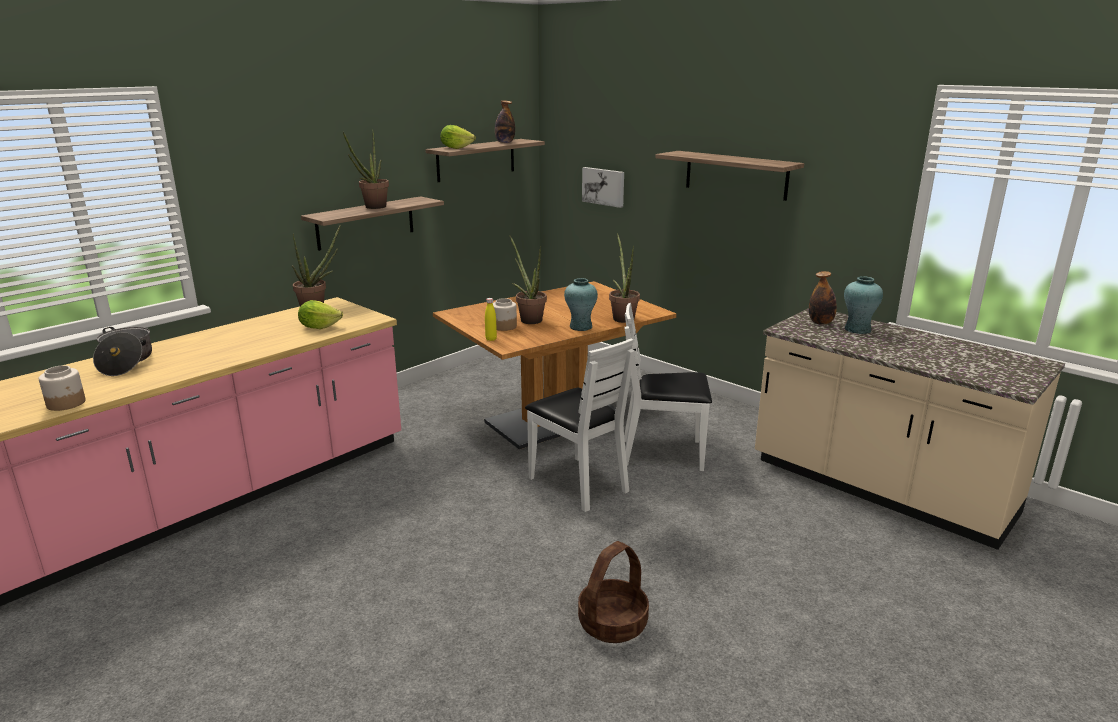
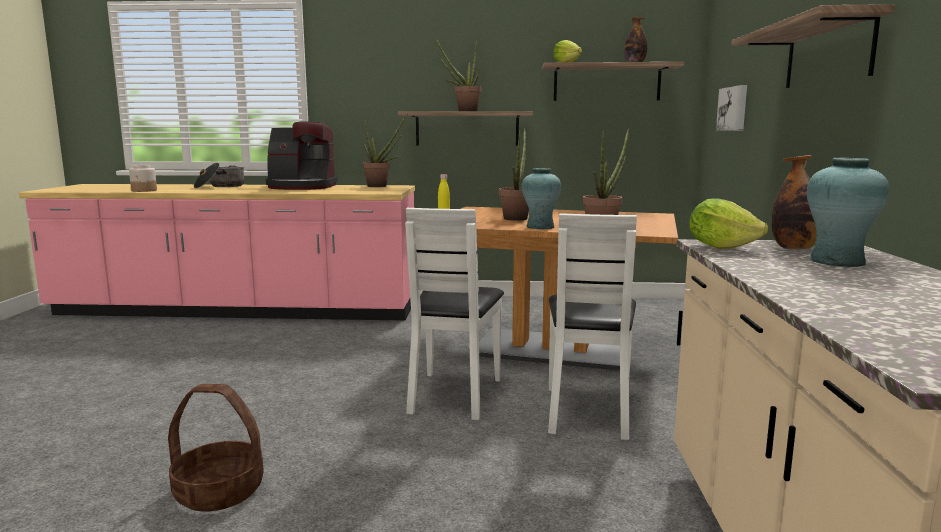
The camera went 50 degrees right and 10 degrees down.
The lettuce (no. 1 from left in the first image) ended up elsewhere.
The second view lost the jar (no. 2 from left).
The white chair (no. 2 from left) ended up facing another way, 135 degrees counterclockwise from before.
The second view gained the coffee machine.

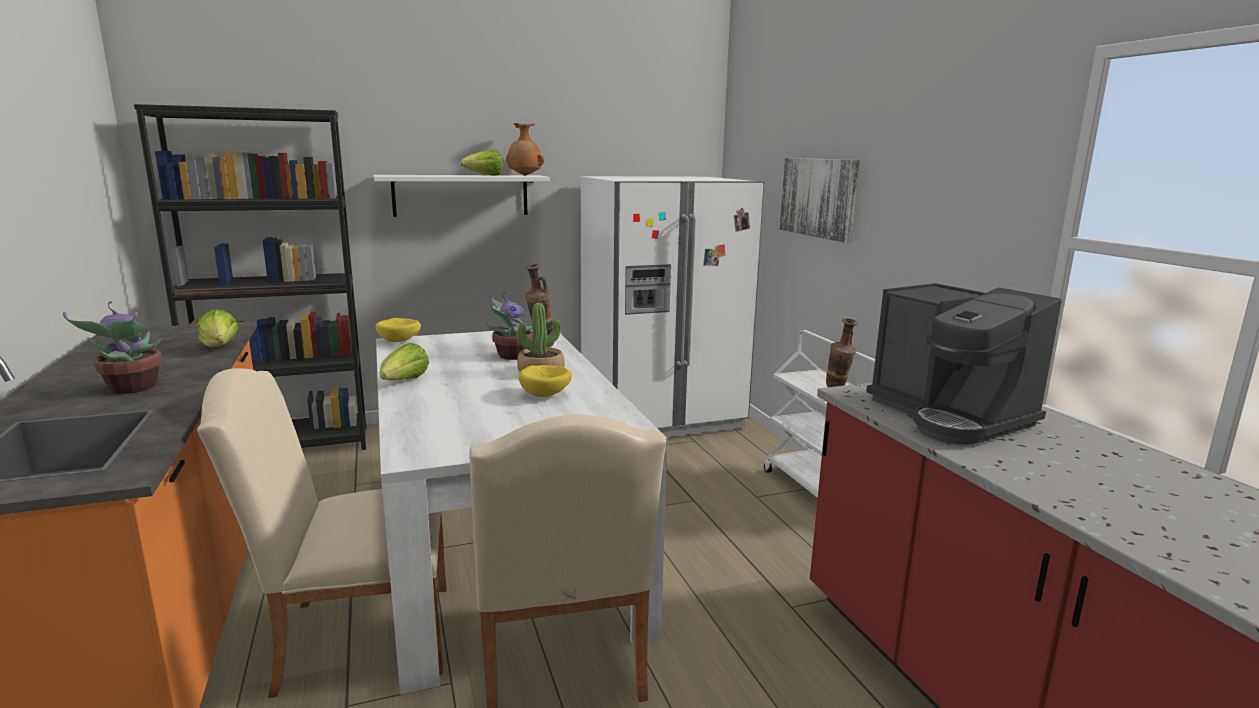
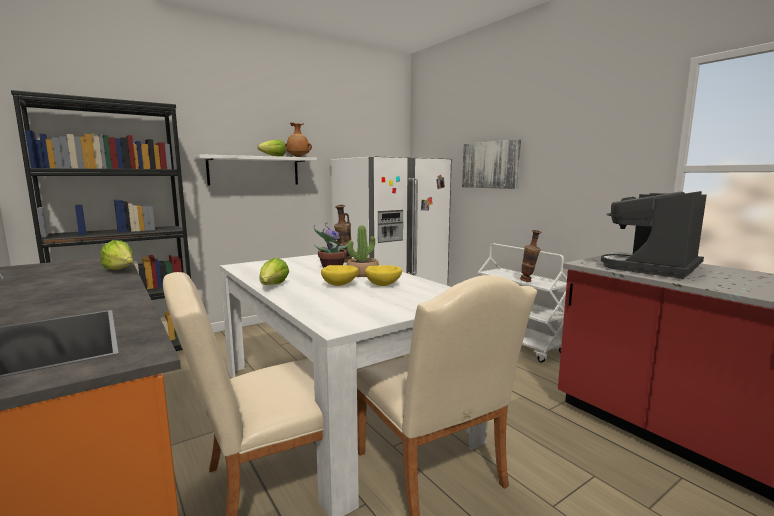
The camera went 15 degrees left and 5 degrees down.
The second view lost the potted plant (no. 1 from left).
The yellow bowl (no. 1 from left) ended up elsewhere.
The coffee machine ended up facing another way, 90 degrees clockwise from before.

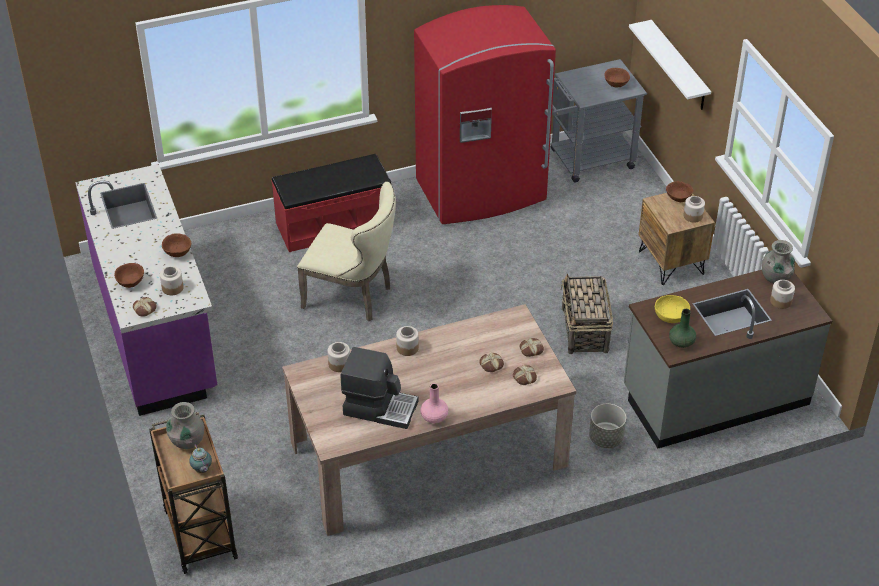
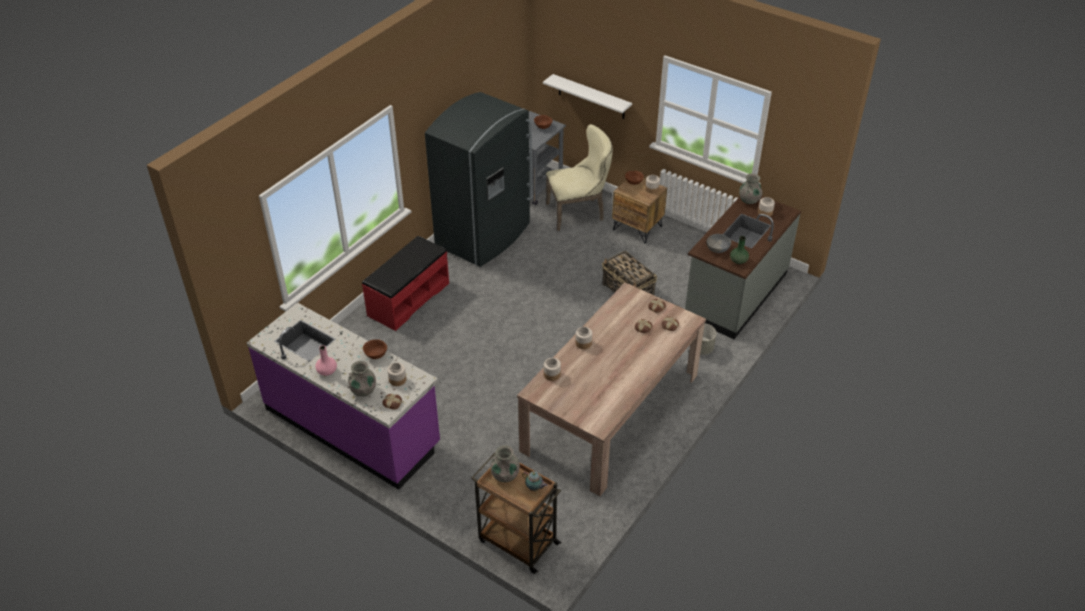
The camera went 35 degrees left and 0 degrees up.
Where the brown bowl (no. 1 from left) stood, the grey vase (no. 1 from left) came to stand.
The beige chair ended up elsewhere.
The second view lost the coffee machine.
What was the red fridge turned into the grey fridge.
The pink vase ended up elsewhere.
What was the yellow bowl turned into the grey bowl.

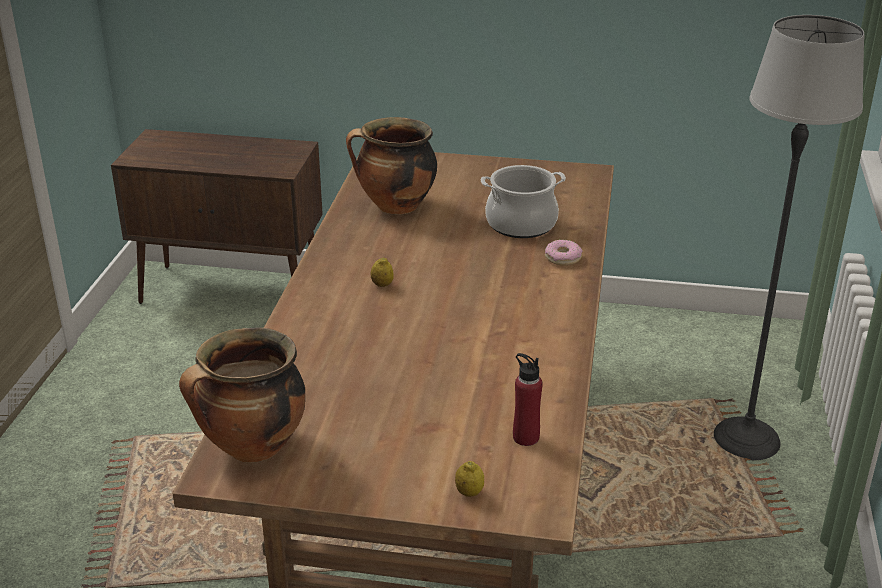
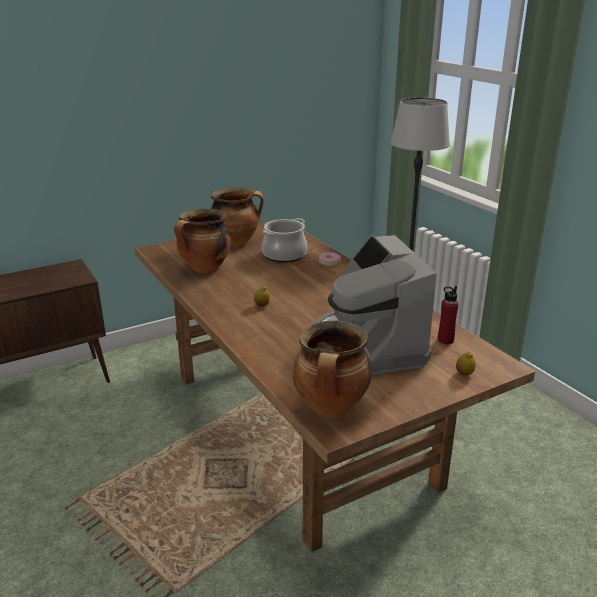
The camera went 40 degrees left and 5 degrees down.
The second view gained the cooking pot (no. 2 from left).
The second view gained the coffee machine.

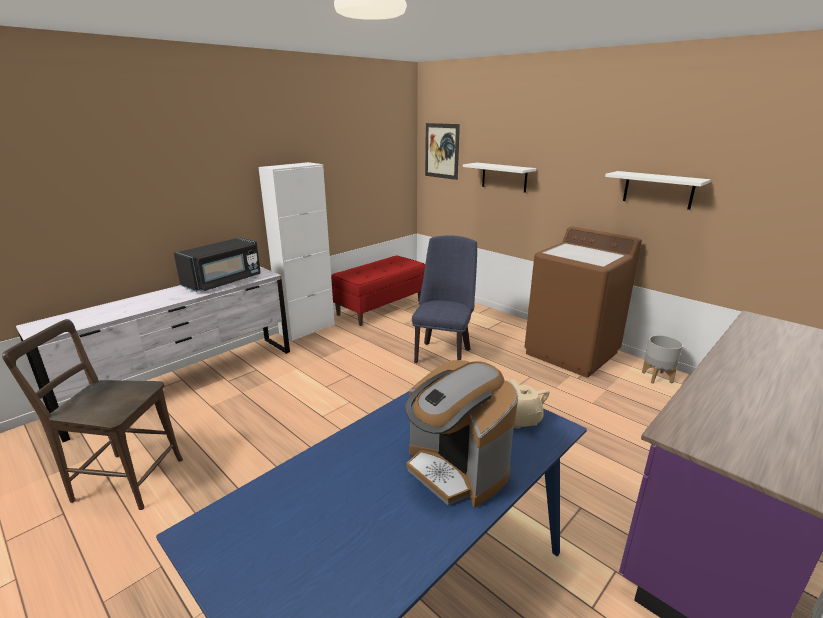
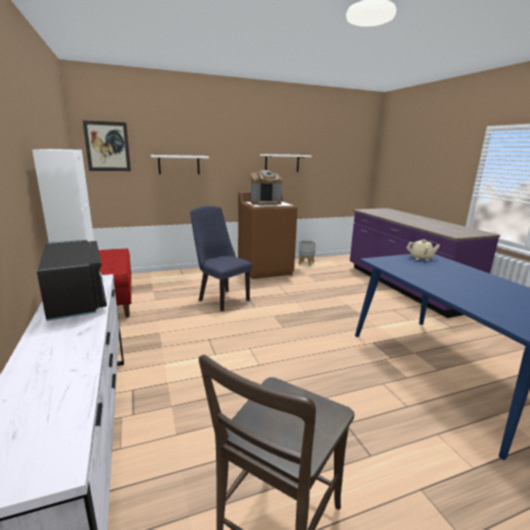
The camera went 65 degrees left and 5 degrees down.
The coffee machine ended up elsewhere.

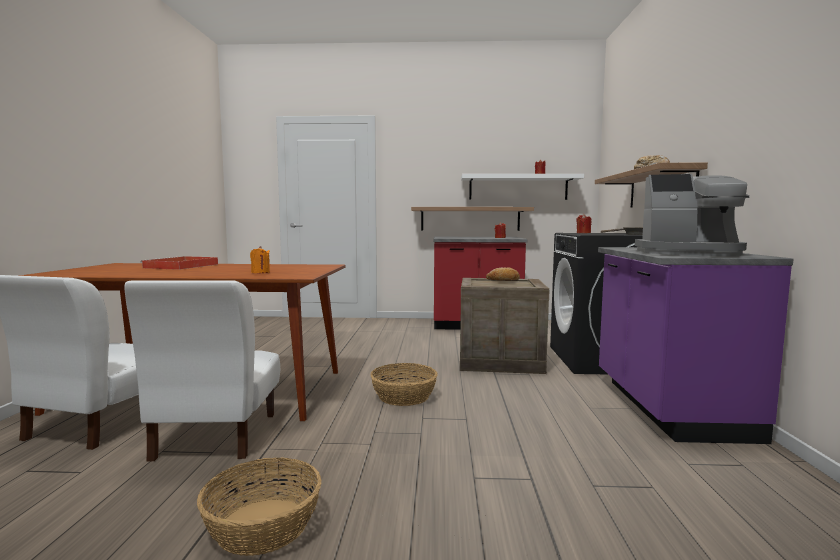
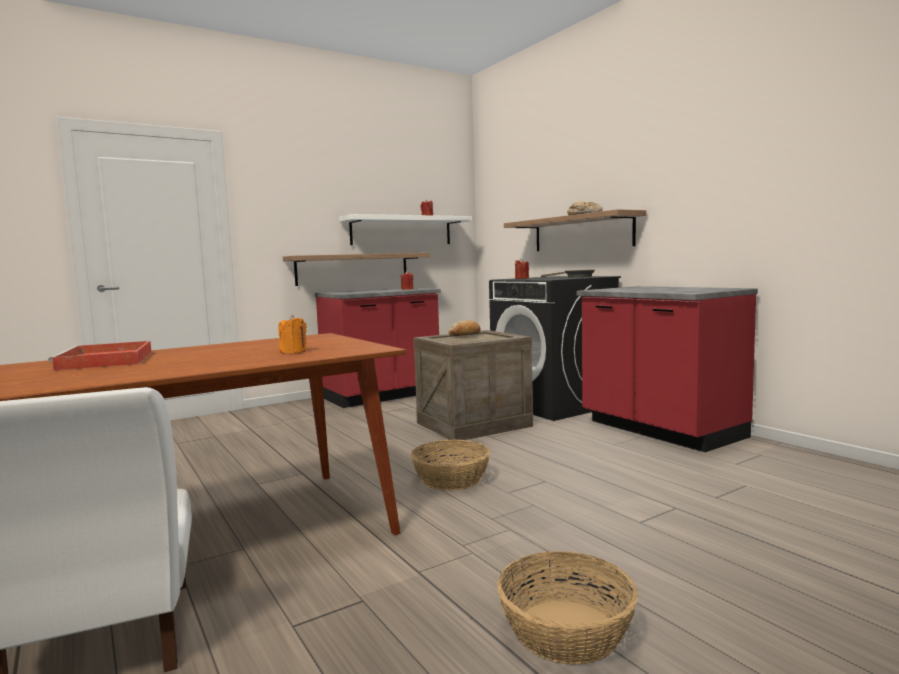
The camera went 35 degrees left and 0 degrees up.
The second view lost the white chair (no. 2 from left).
What was the purple counter turned into the red counter (no. 2 from left).
The second view lost the coffee machine.

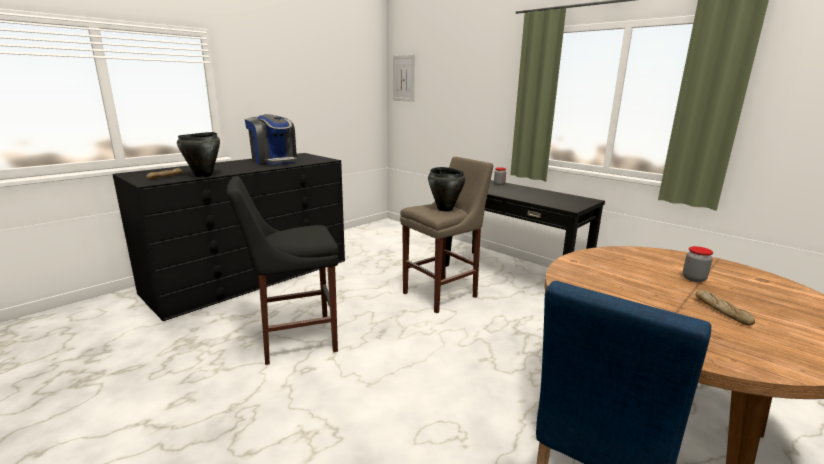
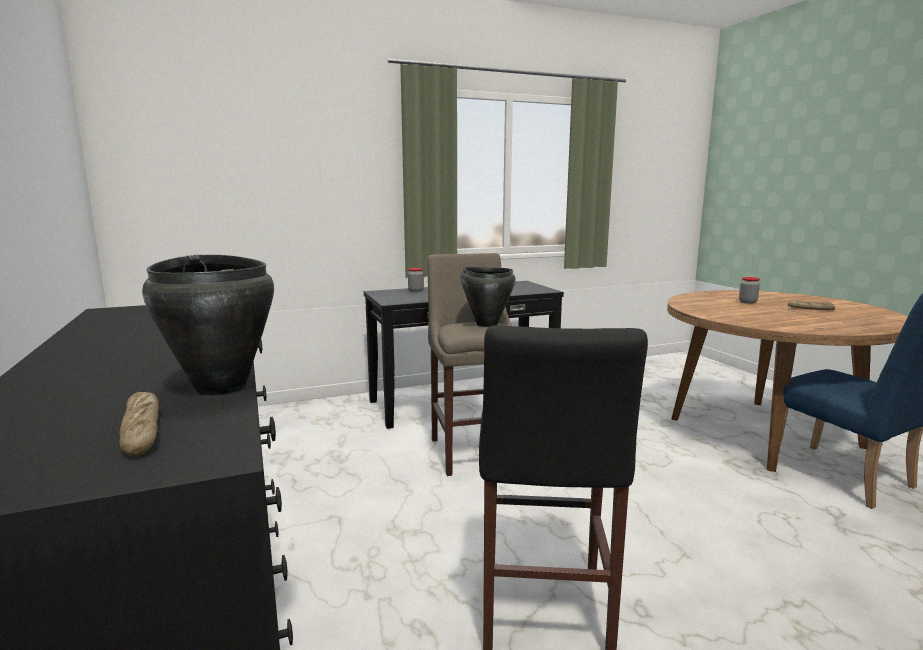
The camera went 65 degrees left and 5 degrees down.
The second view lost the coffee machine.
The second view lost the picture.

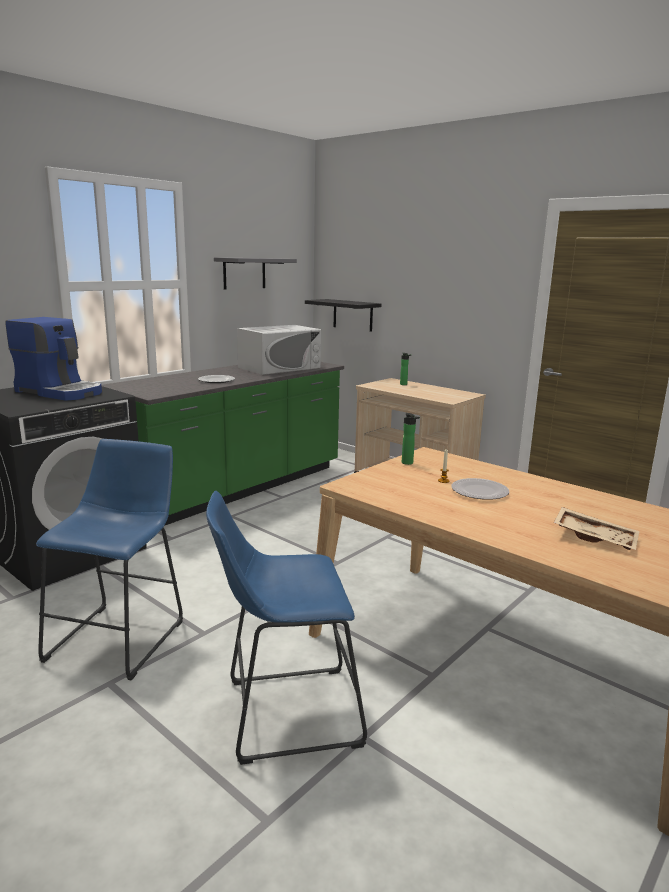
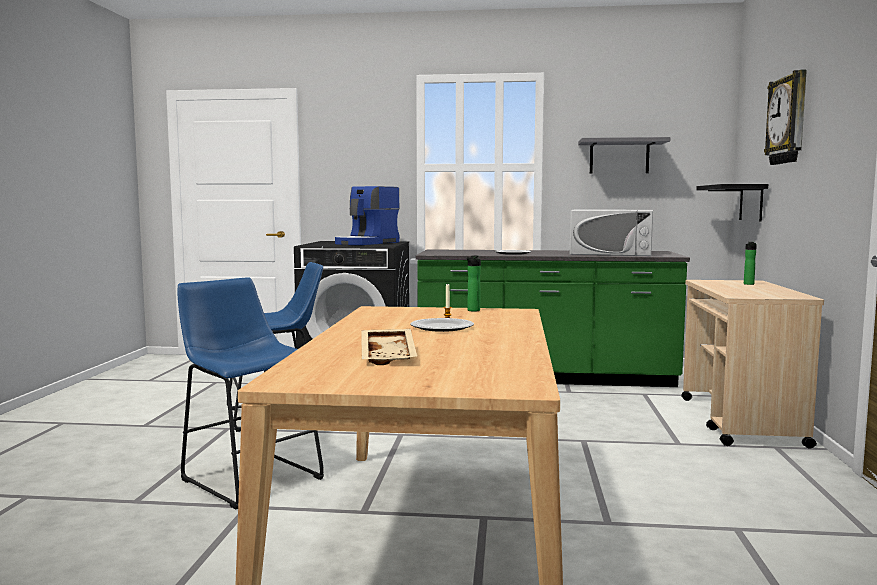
The camera went 55 degrees right and 10 degrees down.
The coffee machine ended up facing another way, 45 degrees clockwise from before.
The second view gained the wall clock.

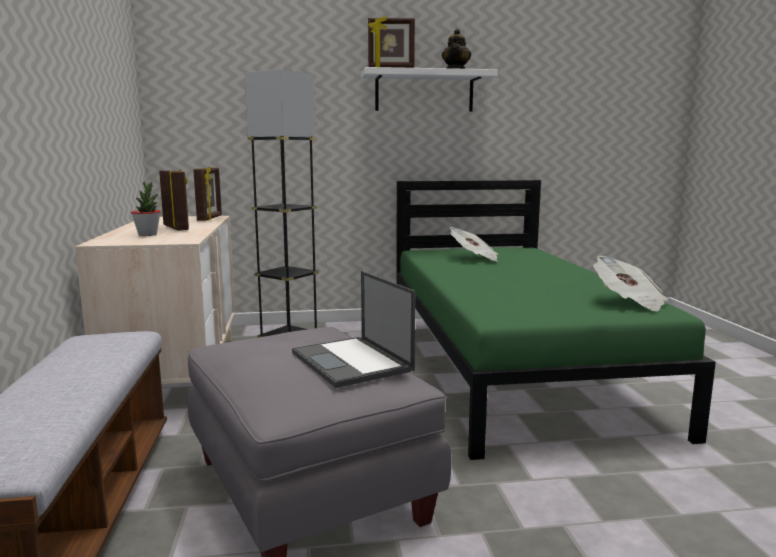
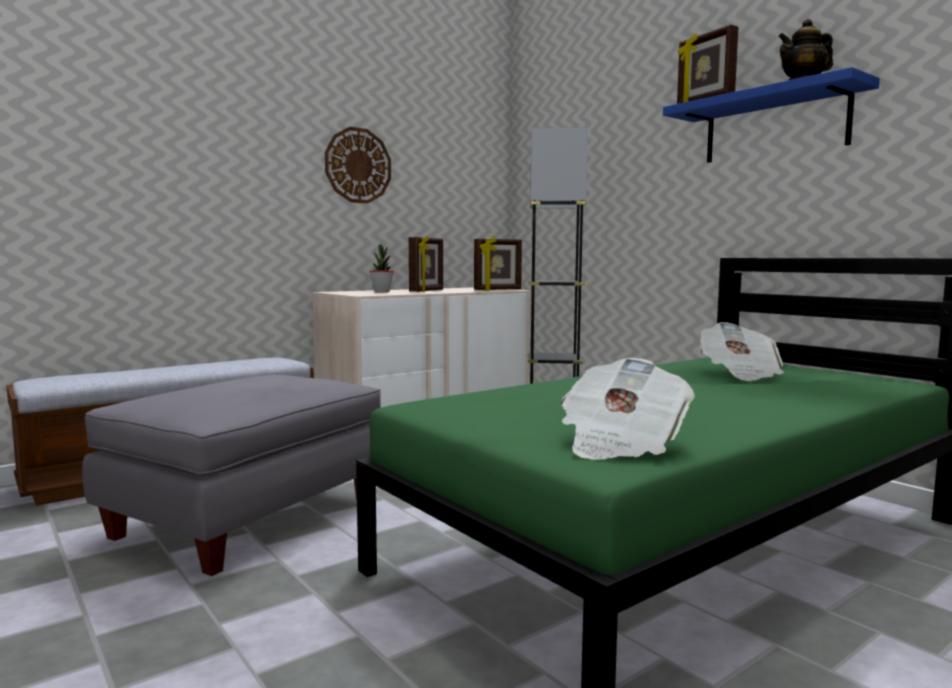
The camera went 60 degrees right and 5 degrees down.
The second view lost the laptop.
What was the white shelf turned into the blue shelf.
The second view gained the wall clock.

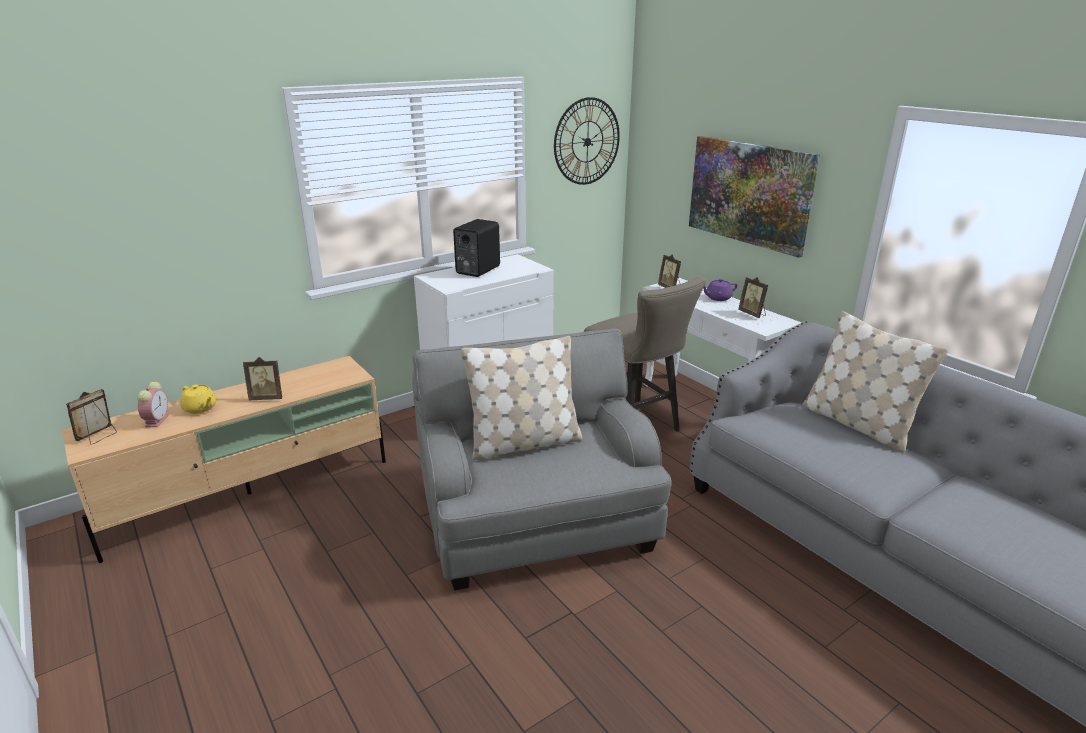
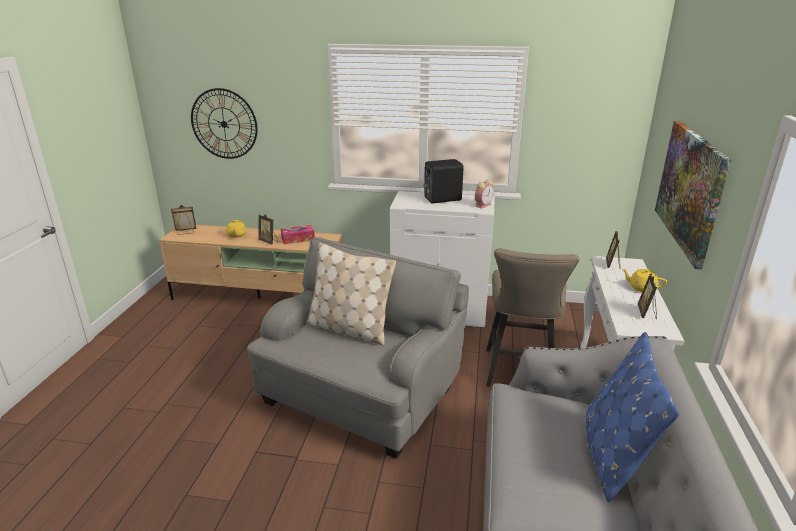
The camera went 45 degrees right and 0 degrees up.
The alarm clock ended up elsewhere.
The wall clock ended up elsewhere.
What was the purple teapot turned into the yellow teapot (no. 2 from left).
What was the beige pillow (no. 2 from left) turned into the blue pillow.
The second view gained the tissue box.

